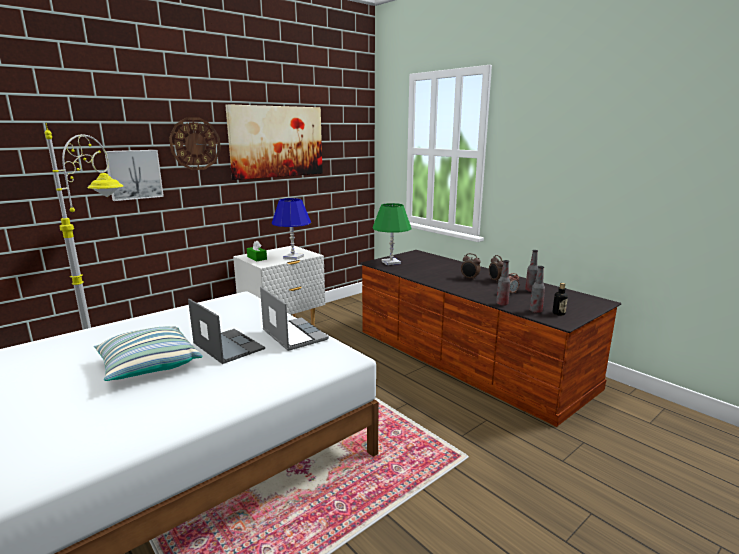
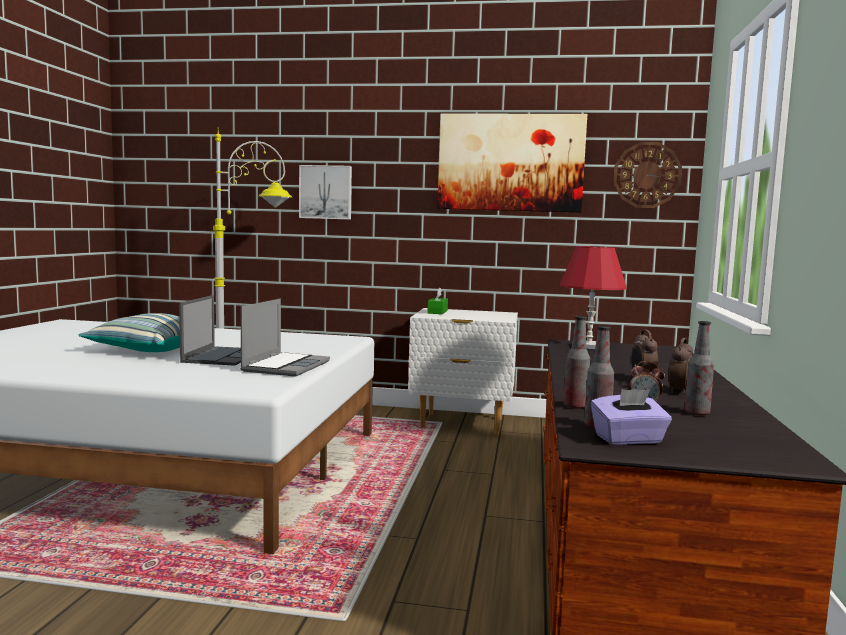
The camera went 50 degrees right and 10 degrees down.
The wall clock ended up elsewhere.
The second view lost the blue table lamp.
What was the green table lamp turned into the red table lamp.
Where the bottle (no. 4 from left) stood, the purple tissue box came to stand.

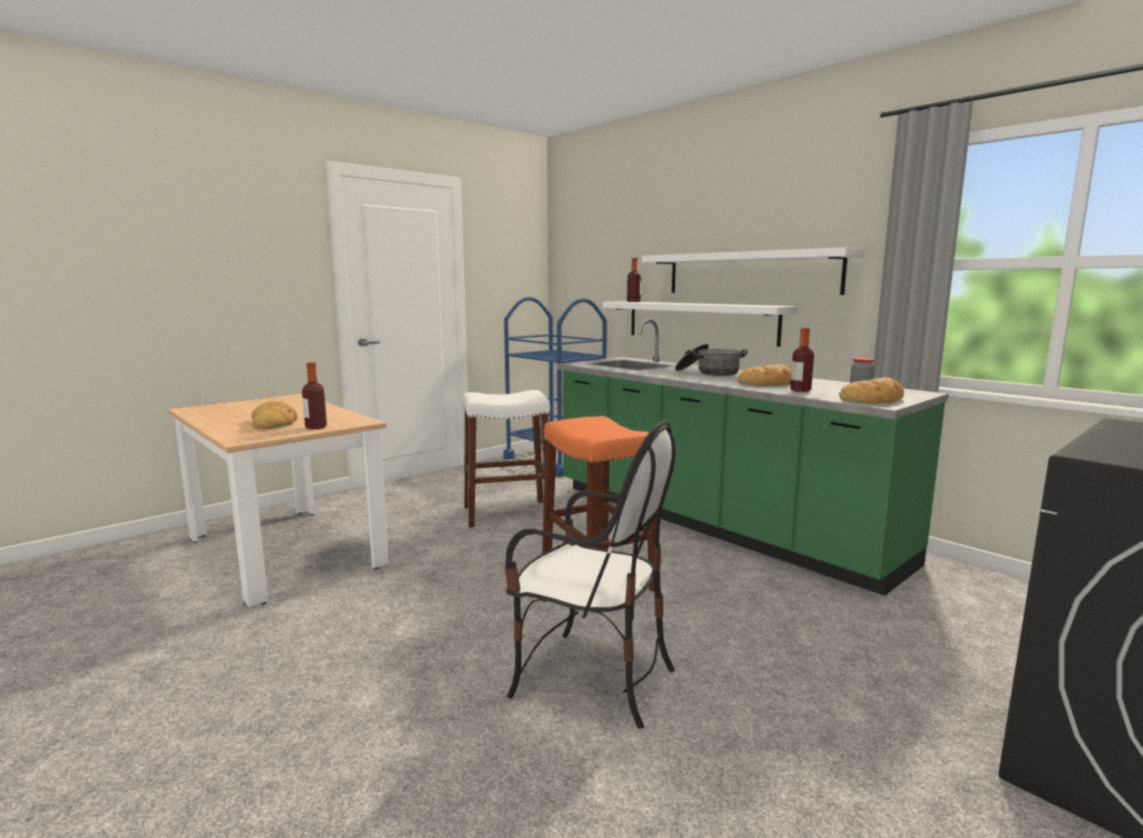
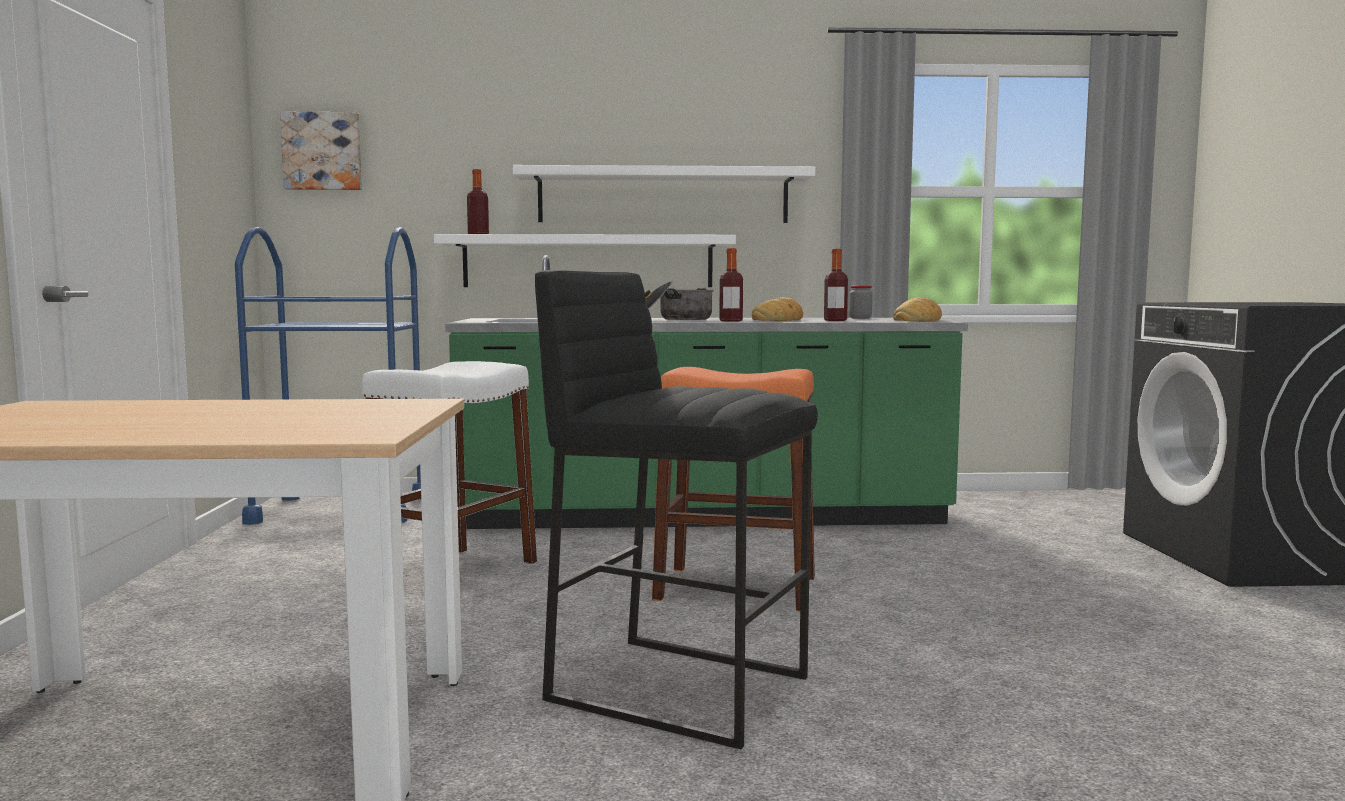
The camera went 50 degrees left and 5 degrees down.
The second view lost the bread (no. 1 from left).
The bottle (no. 1 from left in the first image) ended up elsewhere.
The second view lost the chair.
The second view gained the picture.
The second view gained the black stool.

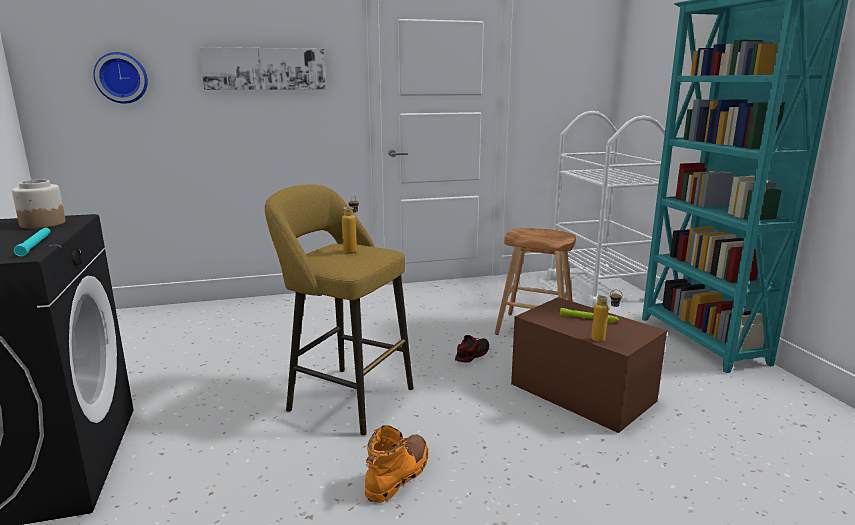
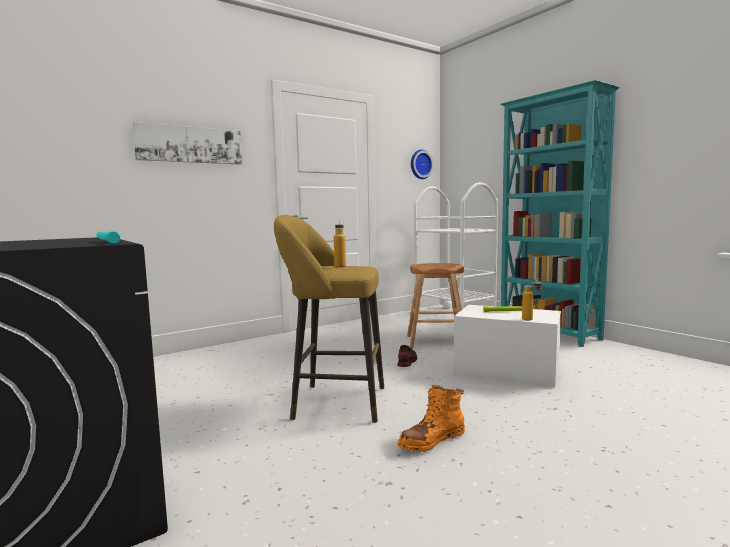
The camera went 20 degrees left and 10 degrees down.
The second view lost the jar.
The wall clock ended up elsewhere.
The orange boot ended up facing another way, 135 degrees counterclockwise from before.
What was the brown storage box turned into the white storage box.

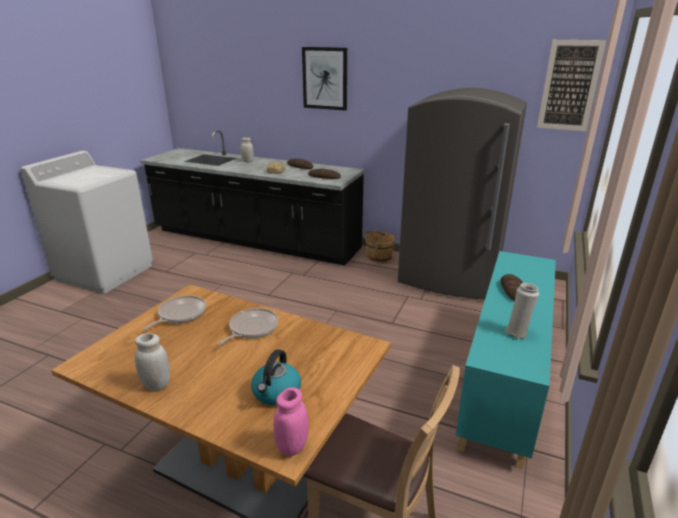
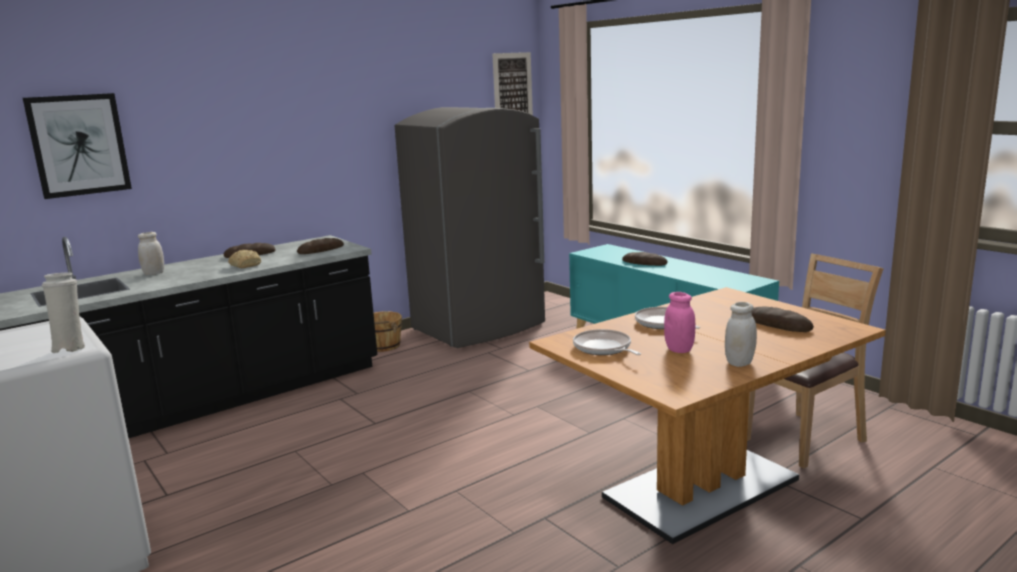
The camera went 60 degrees left and 10 degrees down.
Where the kettle stood, the bread (no. 5 from left) came to stand.
The pink jar ended up elsewhere.
The picture (no. 1 from left) ended up elsewhere.
The white vase ended up elsewhere.

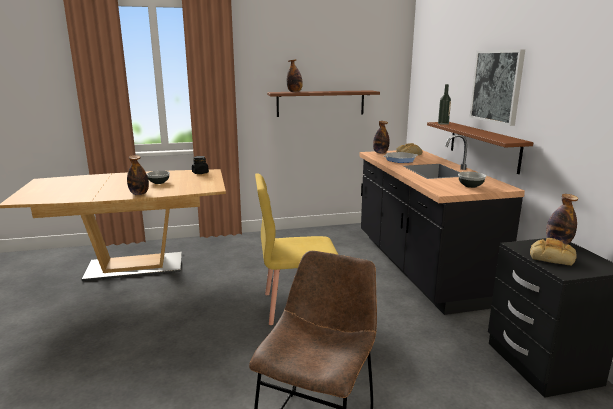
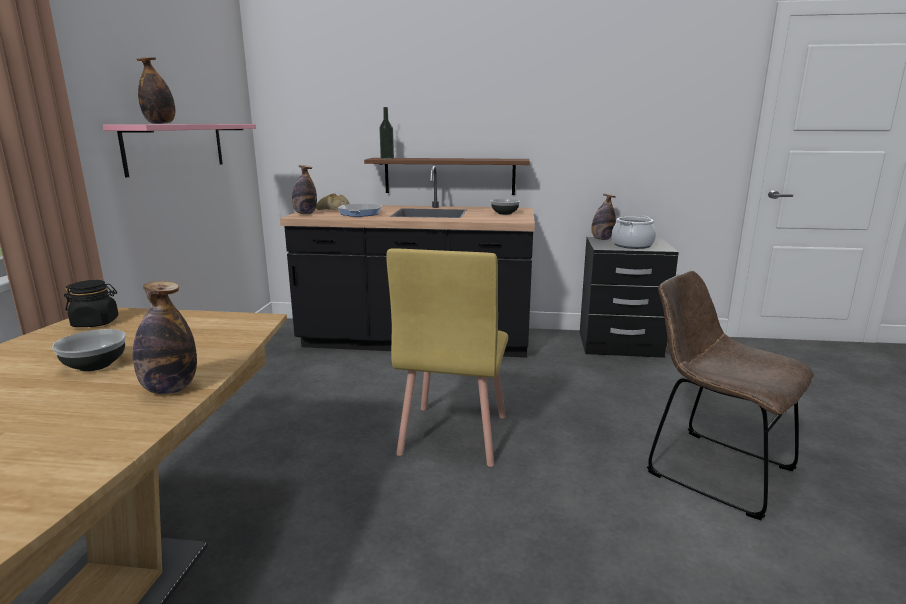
The camera went 70 degrees left and 0 degrees up.
What was the brown shelf (no. 1 from left) turned into the pink shelf.
The second view lost the picture.
Where the bread (no. 2 from left) stood, the cooking pot came to stand.

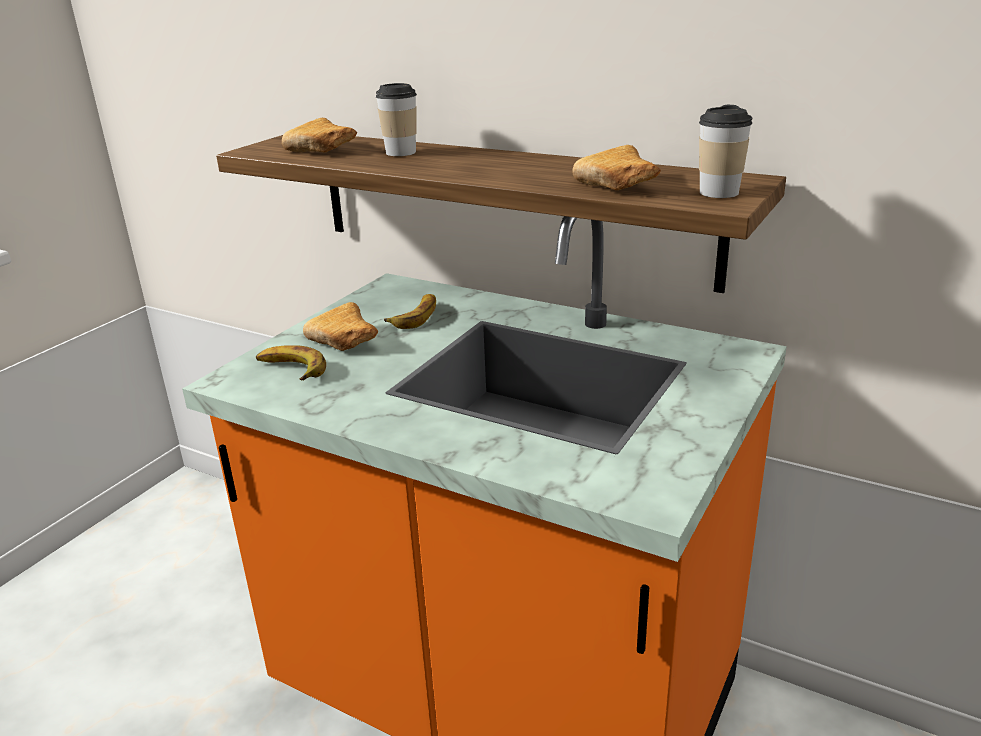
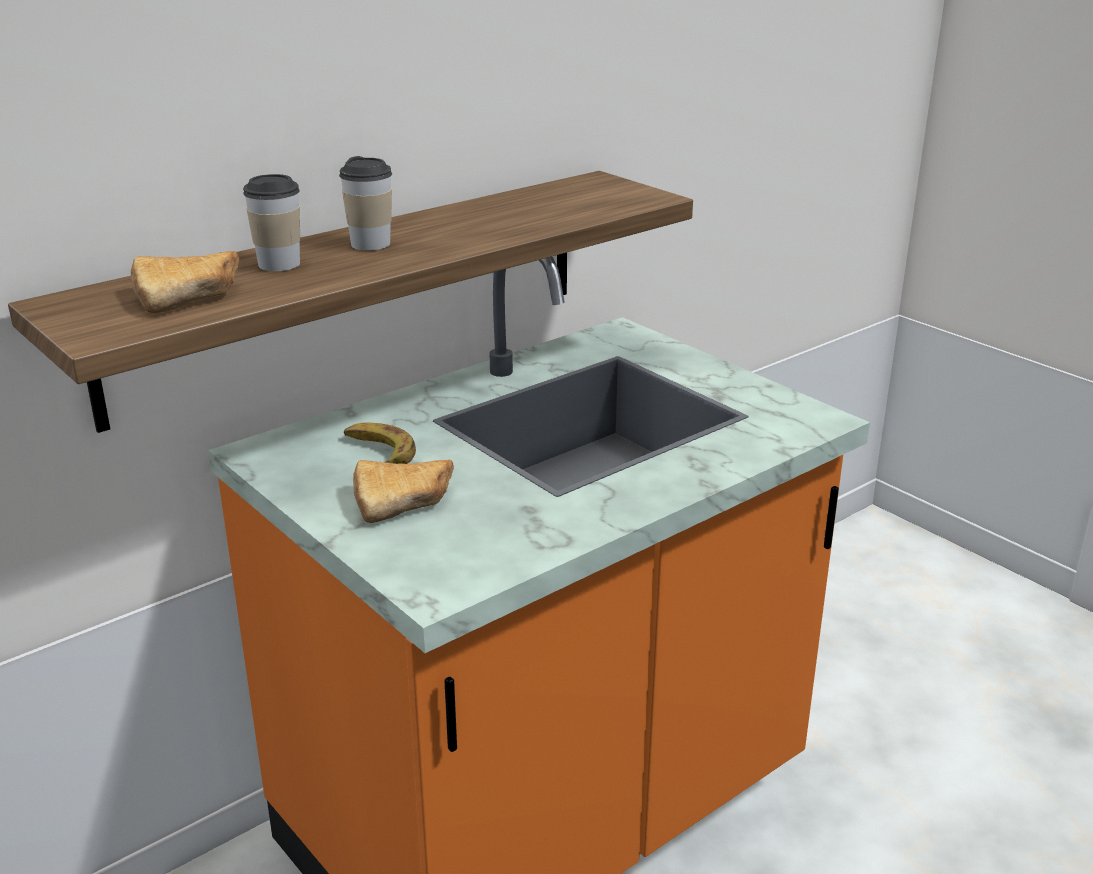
The camera went 70 degrees left and 0 degrees up.
The second view lost the banana (no. 1 from left).
The second view lost the bread (no. 3 from left).
The cup (no. 2 from left) ended up elsewhere.

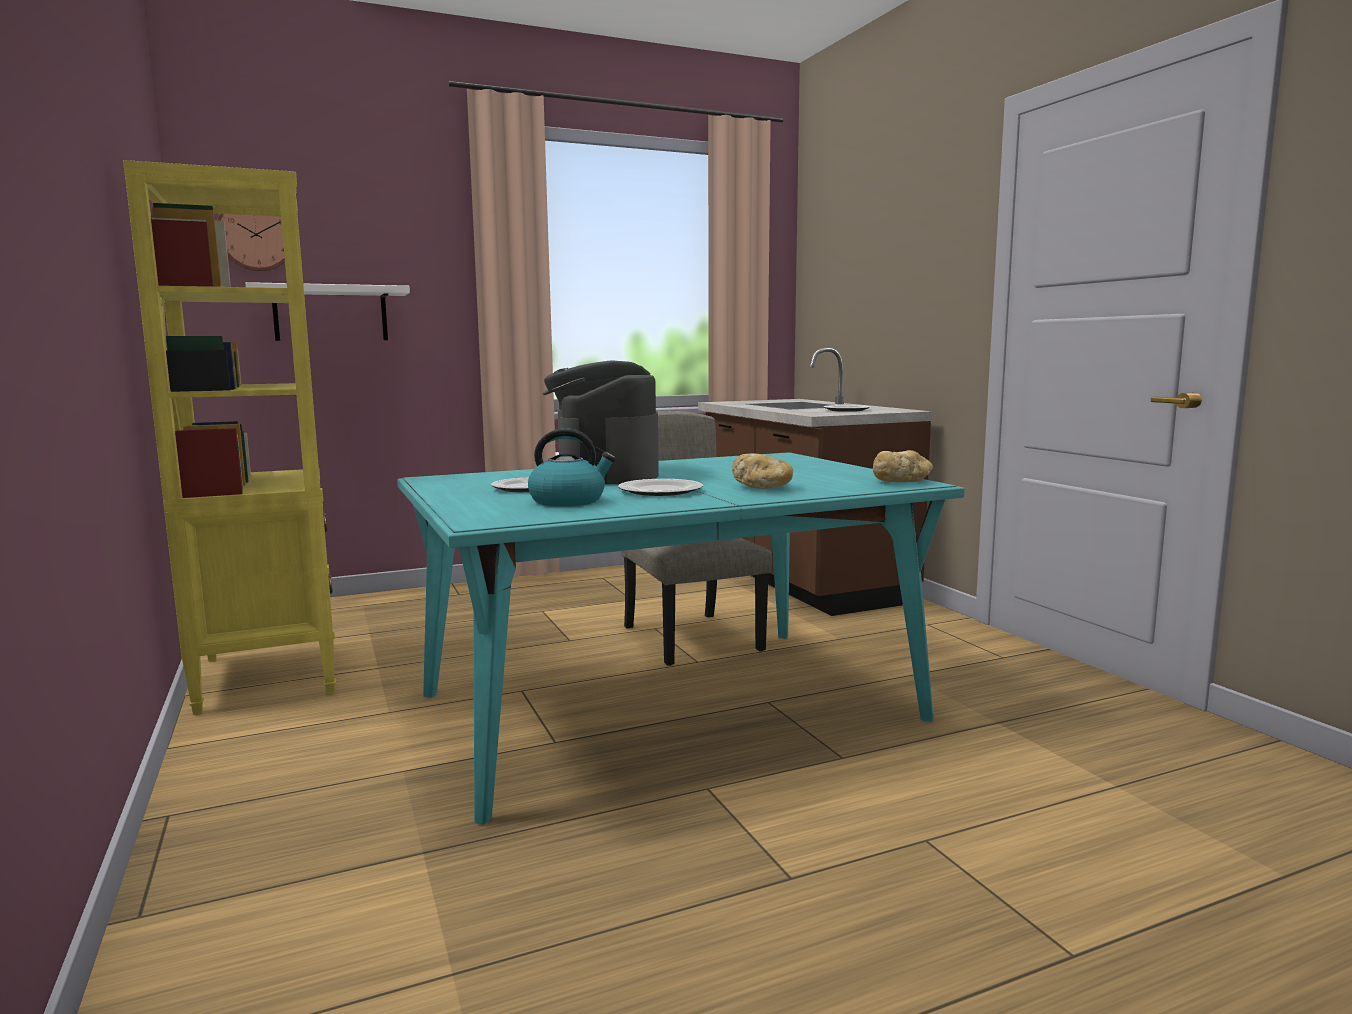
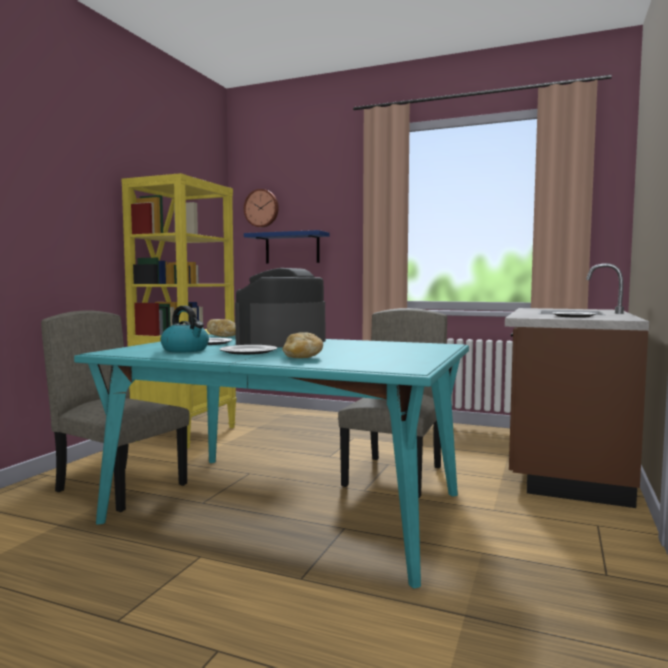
The camera went 45 degrees right and 5 degrees down.
What was the white shelf turned into the blue shelf.
The bread (no. 2 from left in the first image) ended up elsewhere.
The second view gained the beige chair (no. 1 from left).

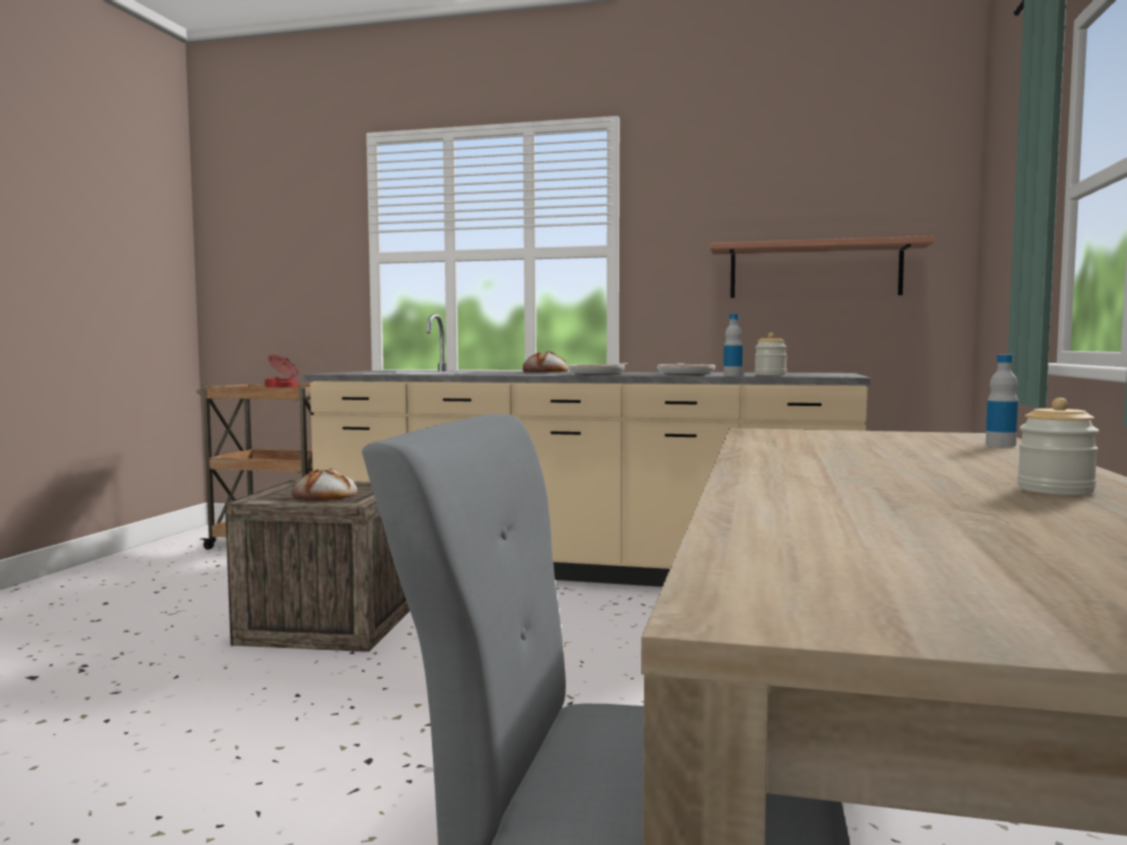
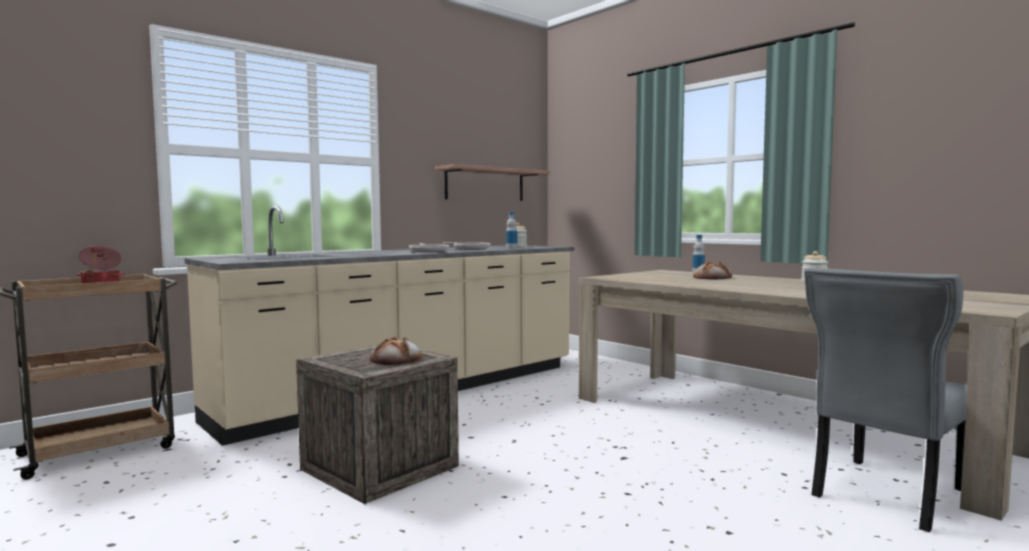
The camera went 55 degrees left and 0 degrees up.
The bread (no. 2 from left) ended up elsewhere.

